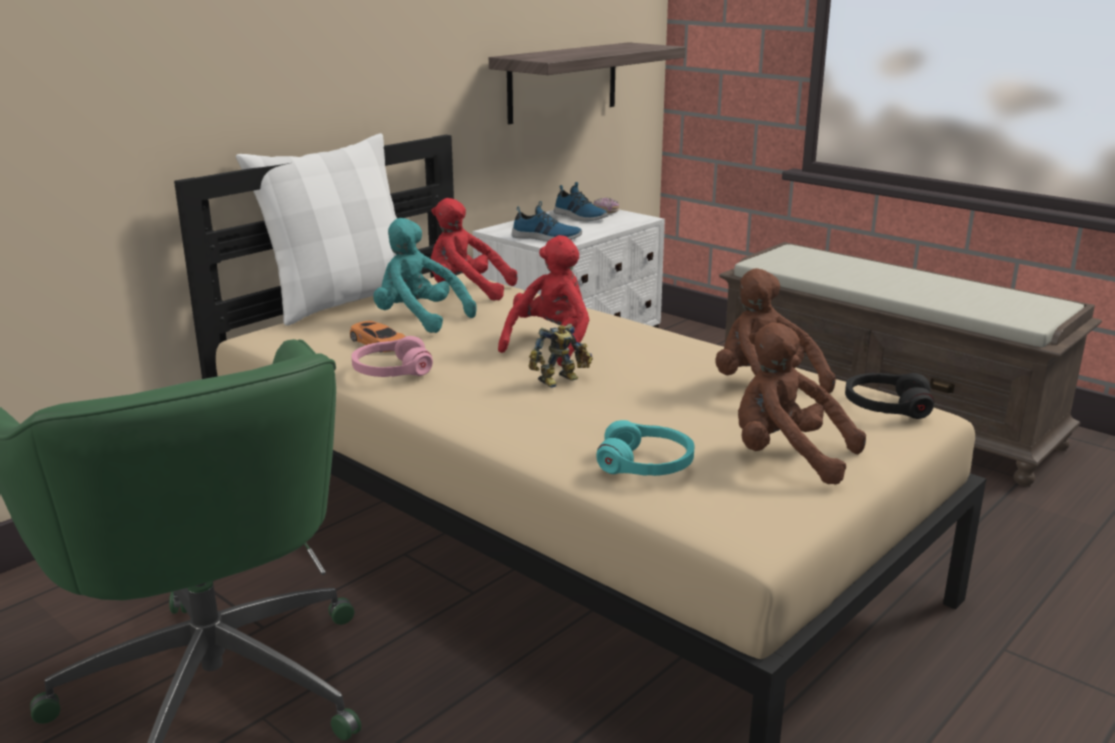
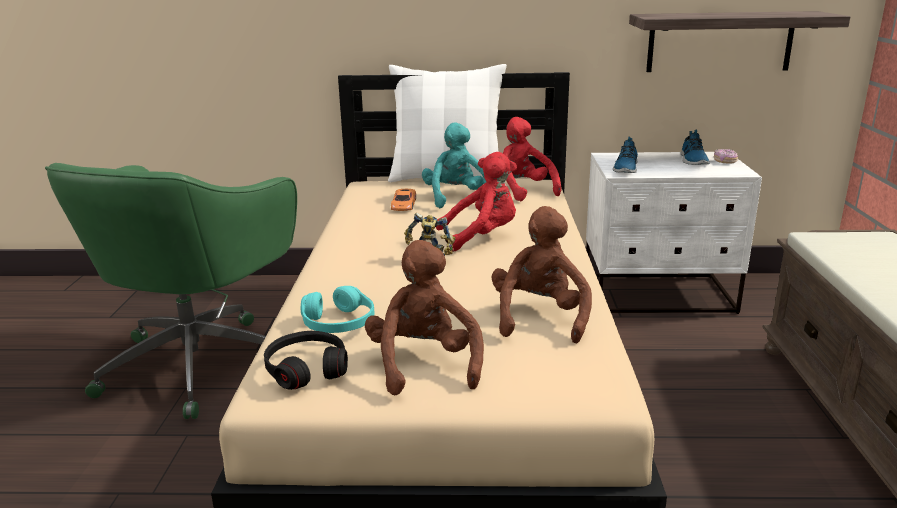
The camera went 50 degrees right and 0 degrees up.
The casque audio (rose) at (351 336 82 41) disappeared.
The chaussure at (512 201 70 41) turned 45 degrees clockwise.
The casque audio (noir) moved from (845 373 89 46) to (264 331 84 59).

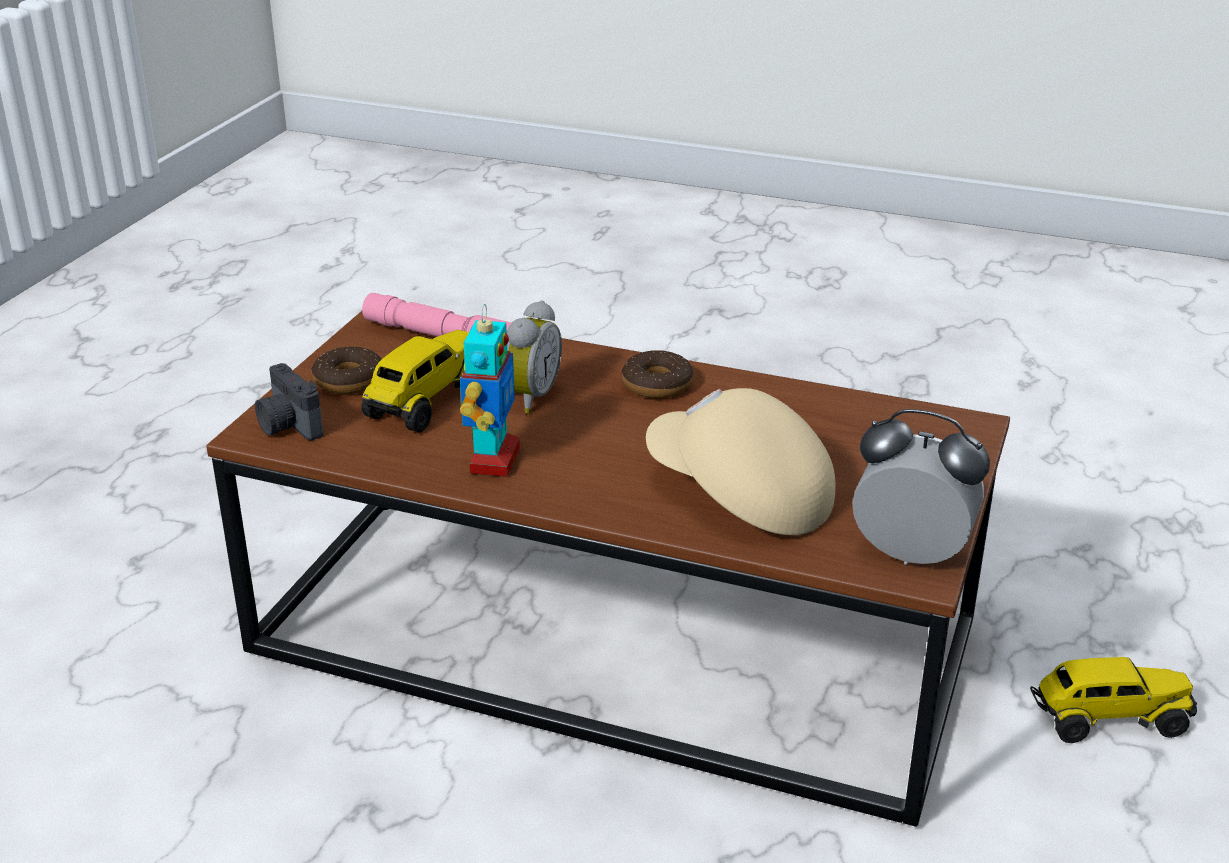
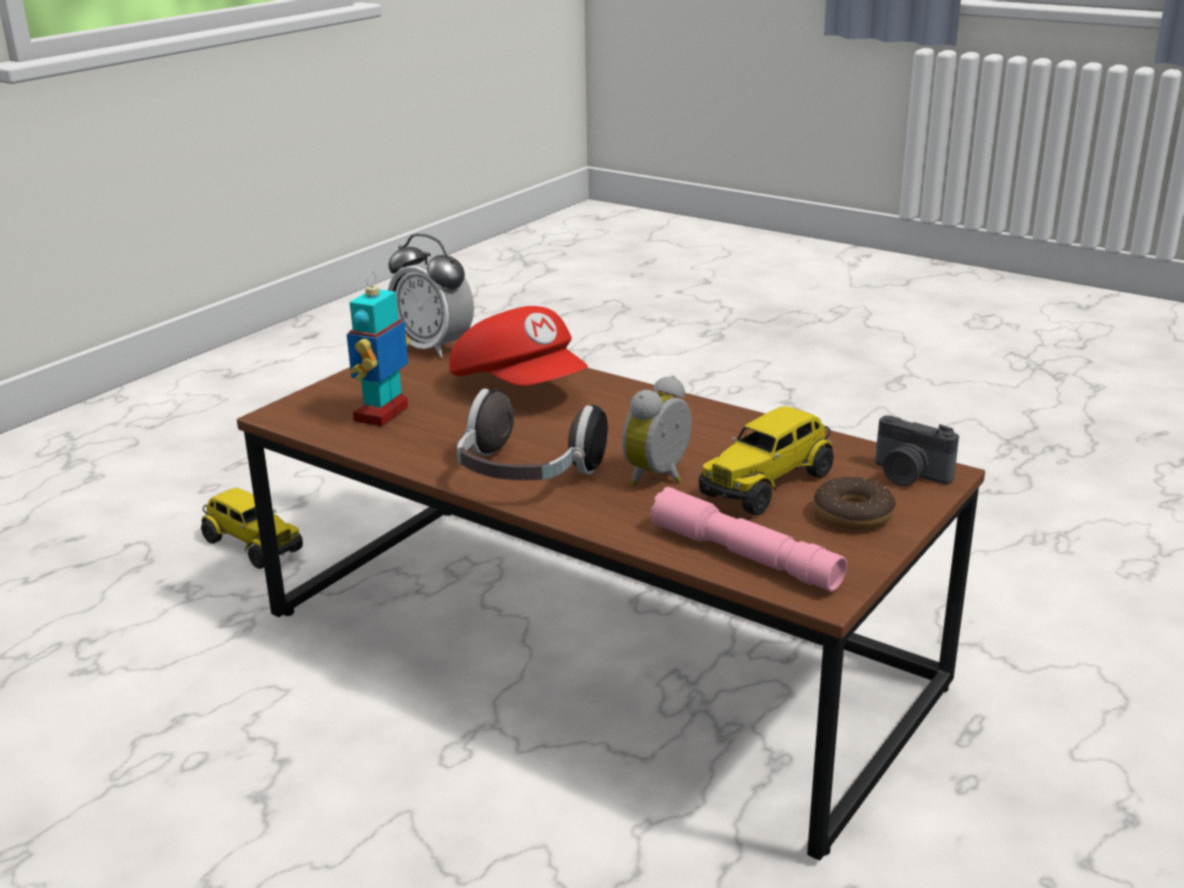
The camera went 165 degrees left and 5 degrees down.
The appareil photo at (255 363 68 77) turned 150 degrees clockwise.
The robot jouet moved from (460 304 60 173) to (347 271 63 156).
The beignet at (622 350 71 48) was replaced by the casque audio at (457 389 151 91).
The casquette (beige) at (646 388 190 147) became the casquette (rouge) at (449 306 139 80).
The camion jouet at (1030 657 167 86) turned 150 degrees counterclockwise.

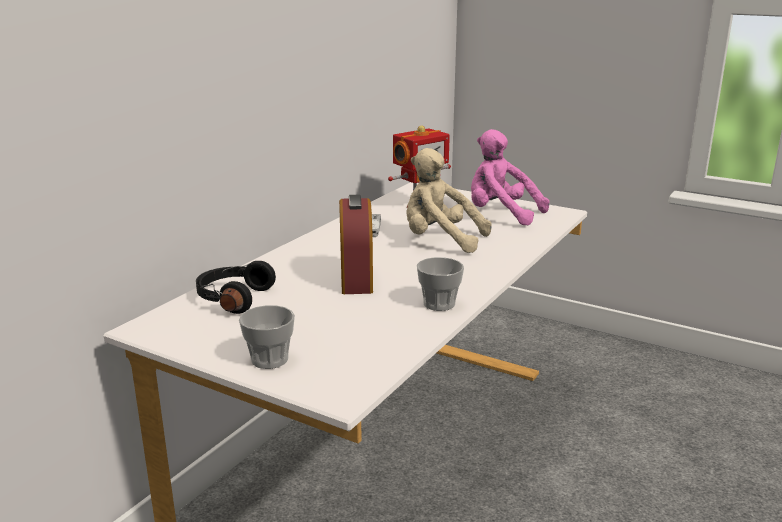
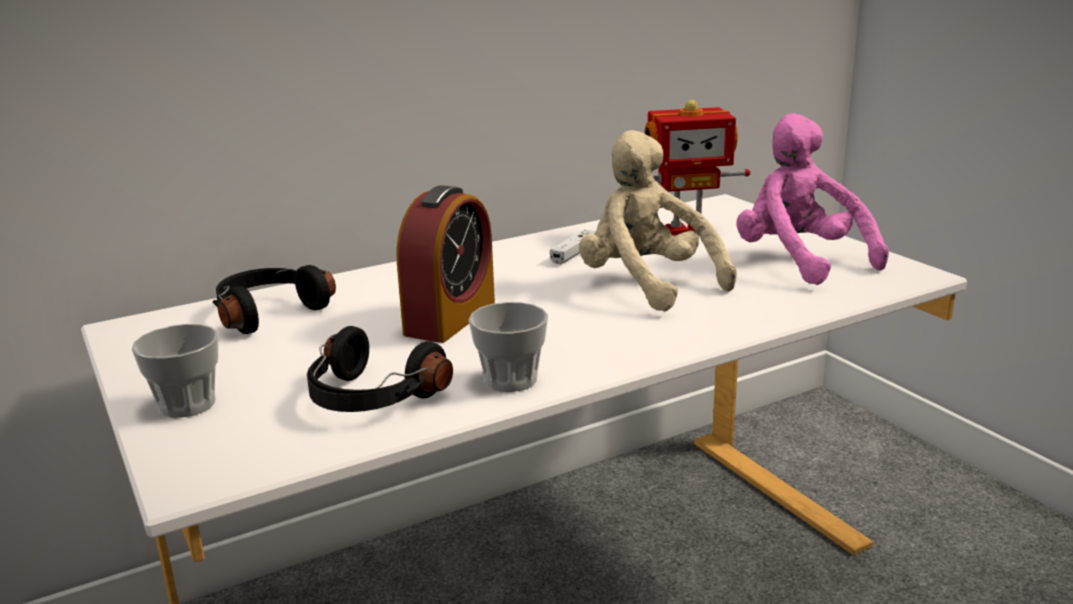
The camera went 30 degrees right and 0 degrees up.
The casque audio (noir) at (307 326 146 86) appeared.

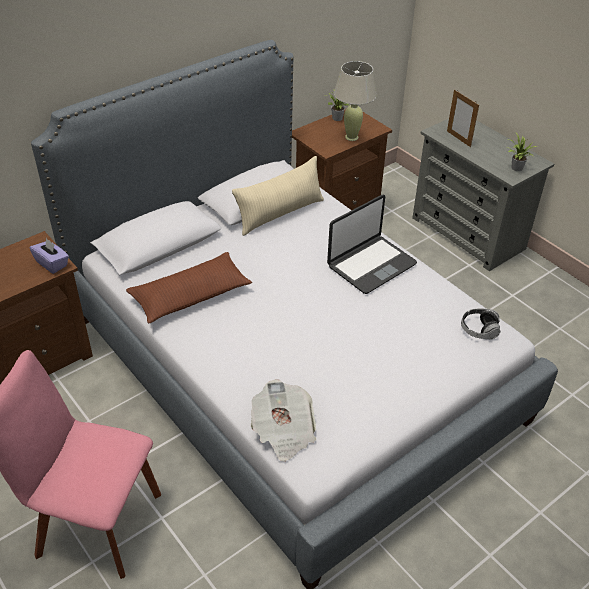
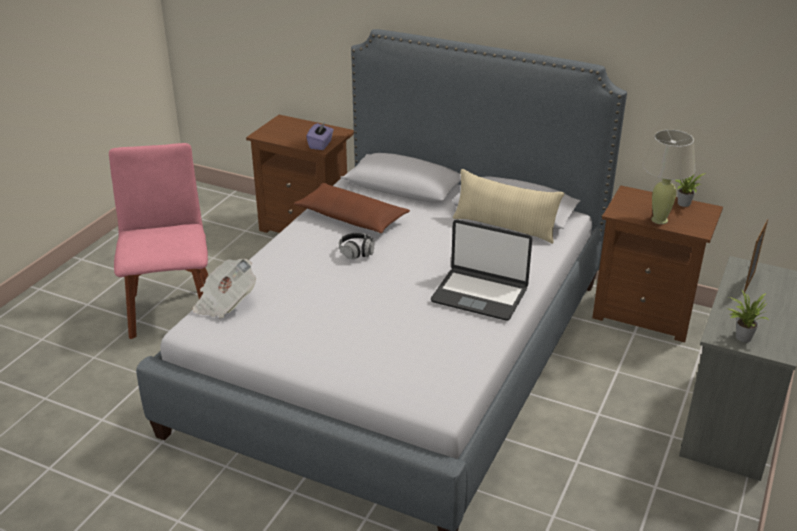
The camera went 65 degrees right and 10 degrees down.
The casque audio moved from (461 308 39 31) to (339 233 35 26).

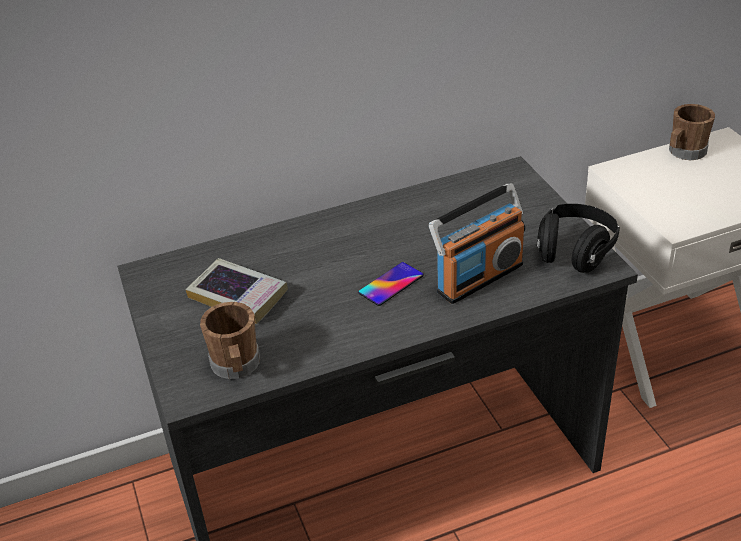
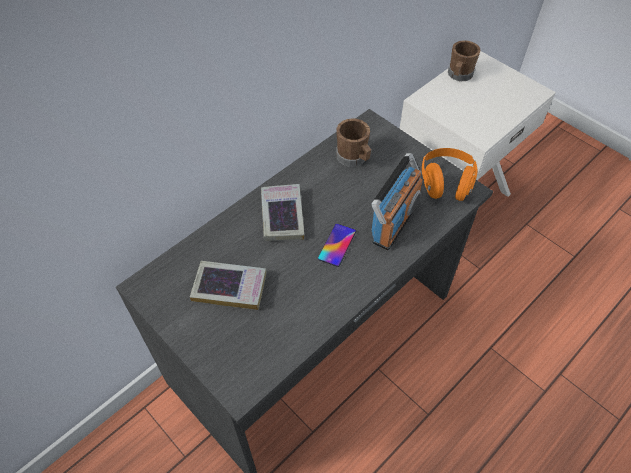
The camera went 25 degrees left and 15 degrees up.
The mug (marron) moved from (200 302 60 77) to (336 118 35 49).
The casque audio (noir) at (537 204 83 69) became the casque audio (orange) at (422 148 55 53).
The livre at (261 184 43 57) appeared.

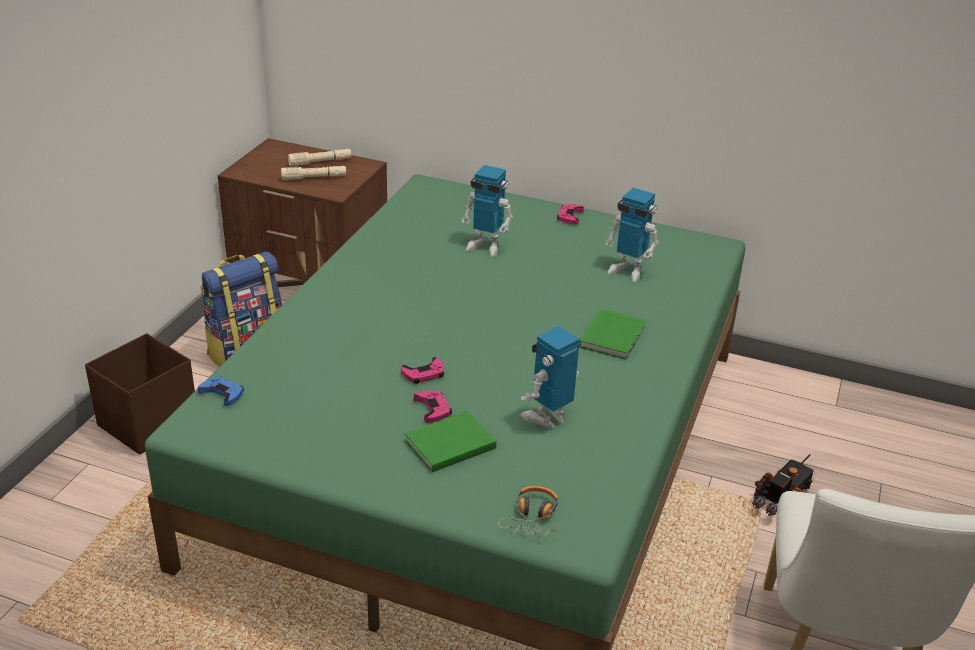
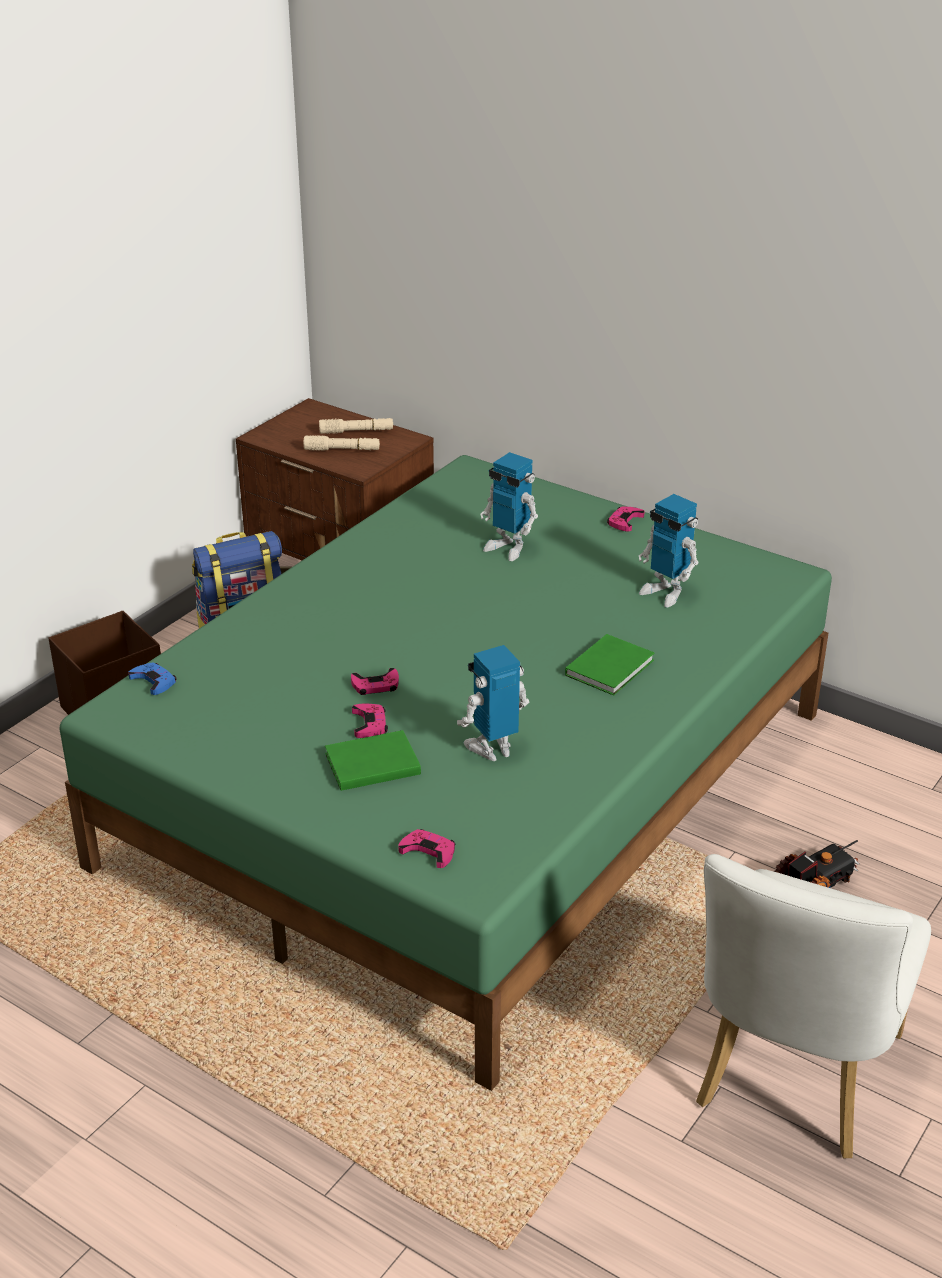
The camera went 15 degrees right and 0 degrees up.
The casque audio at (498 486 60 50) was replaced by the manette (rose) at (398 829 58 39).

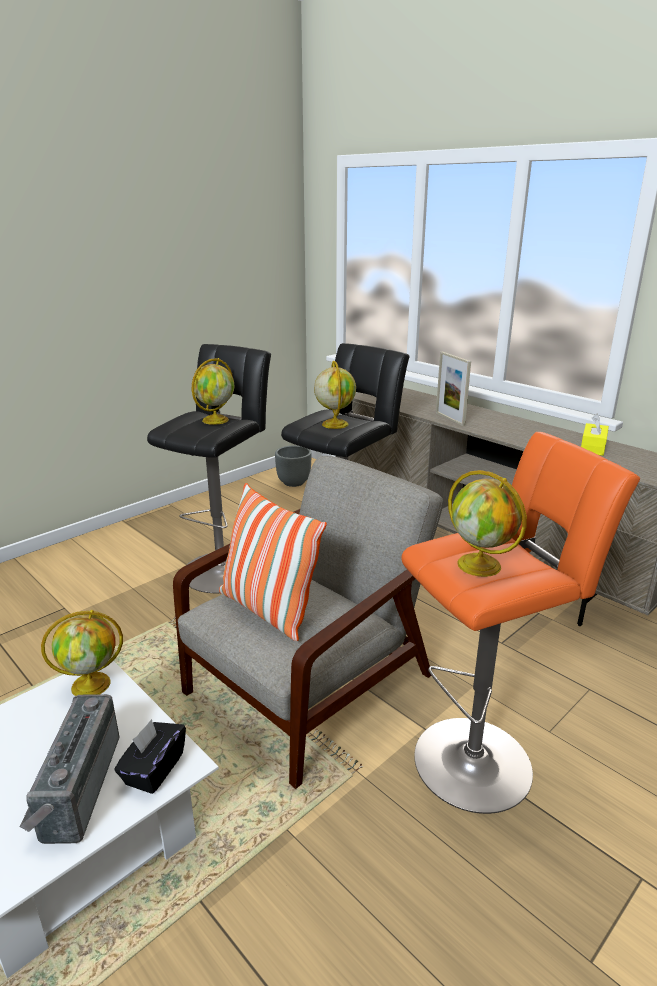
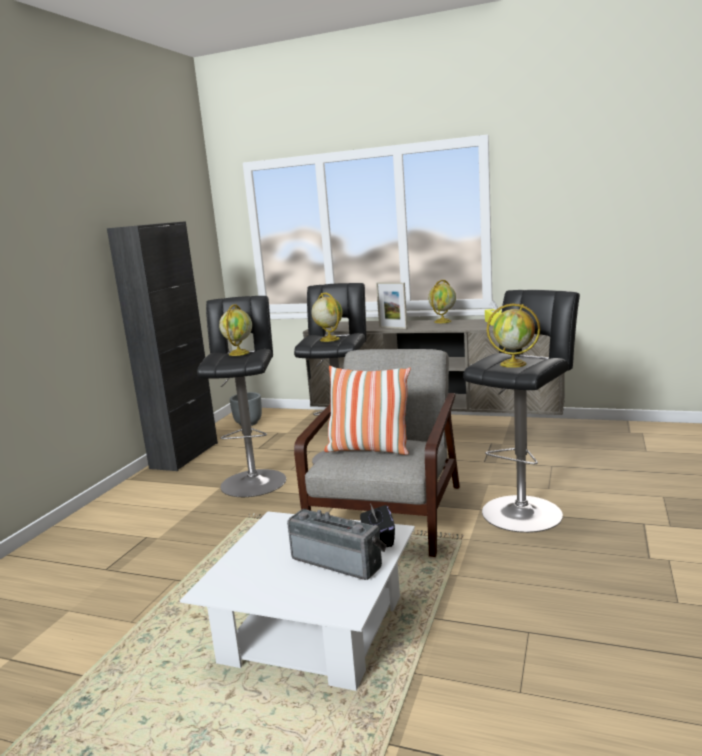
The camera went 25 degrees left and 10 degrees down.
The radio at (20 694 100 150) turned 150 degrees clockwise.
The globe moved from (41 610 82 86) to (428 280 28 43).
The tabouret (orange) at (401 432 239 382) became the tabouret (noir) at (463 290 117 243).
The meuble de rangement (noir) at (107 221 111 250) appeared.

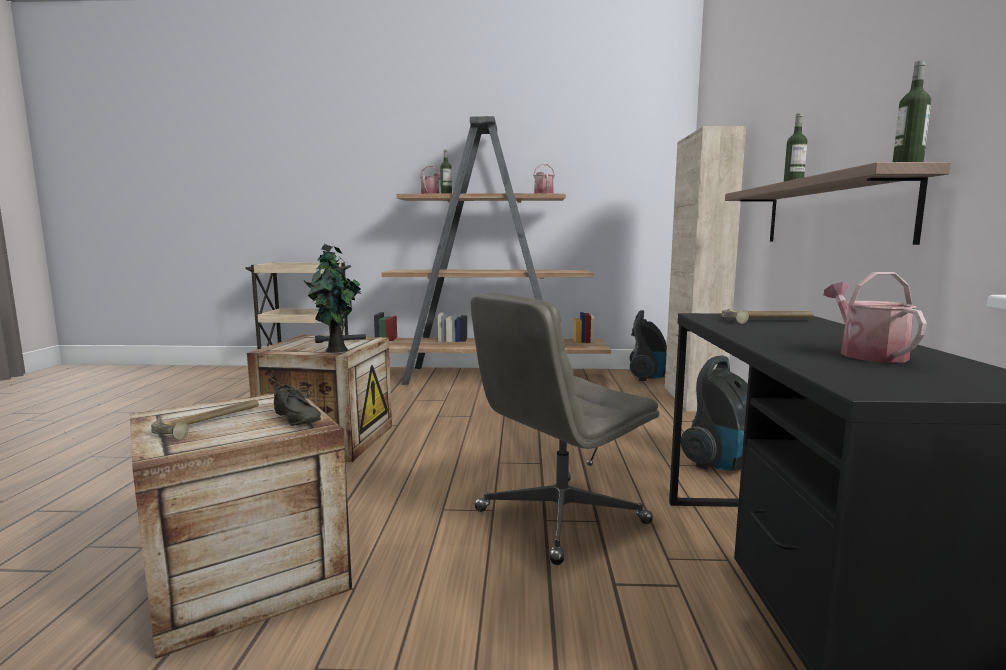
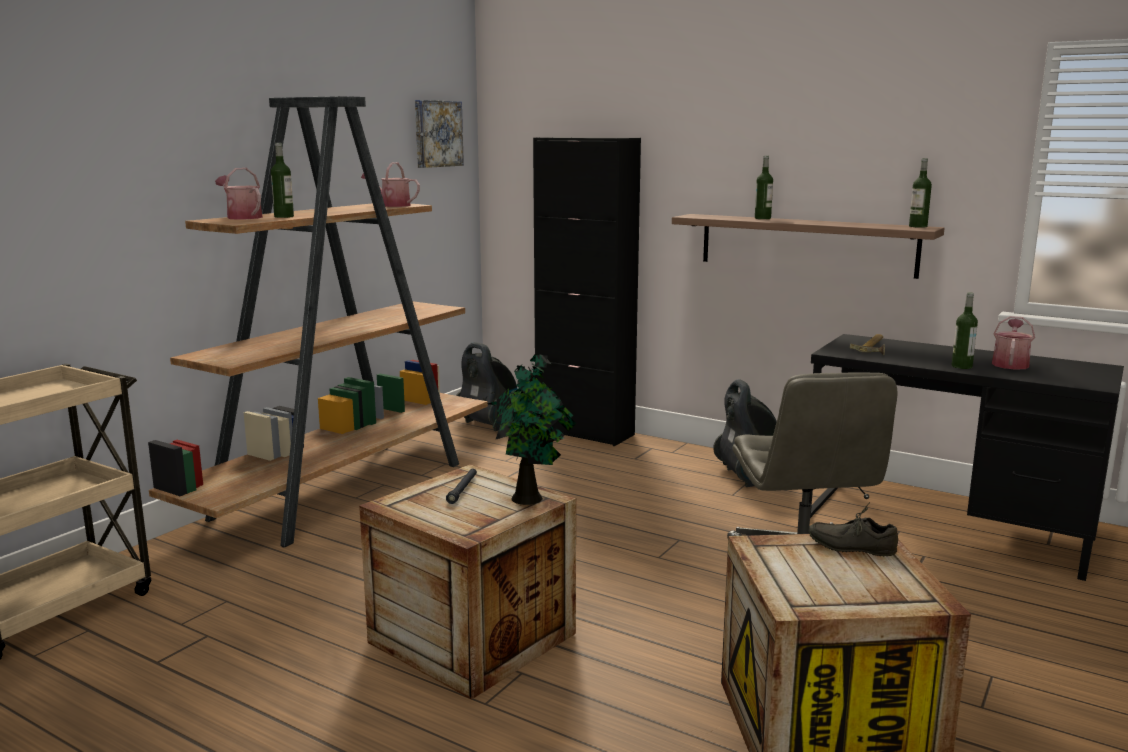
The camera went 60 degrees left and 5 degrees up.
The marteau at (151 400 108 40) disappeared.
The chaussure (gris) at (266 378 55 48) turned 150 degrees counterclockwise.
The meuble de rangement (beige) at (665 126 81 286) became the meuble de rangement (noir) at (533 137 108 309).
The arrosoir at (824 272 103 91) turned 90 degrees clockwise.
The tableau at (415 100 49 68) appeared.
The bouteille at (952 293 26 76) appeared.

